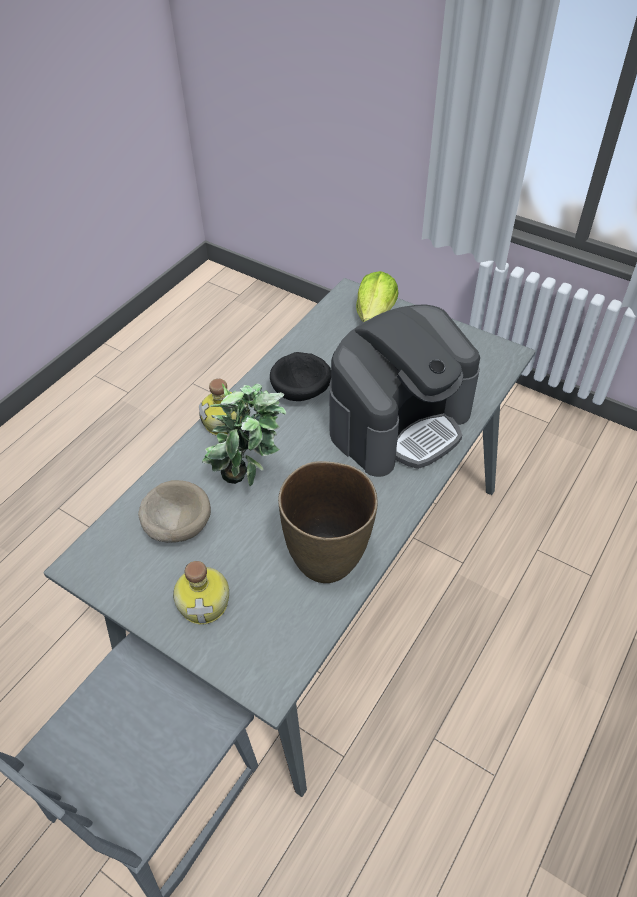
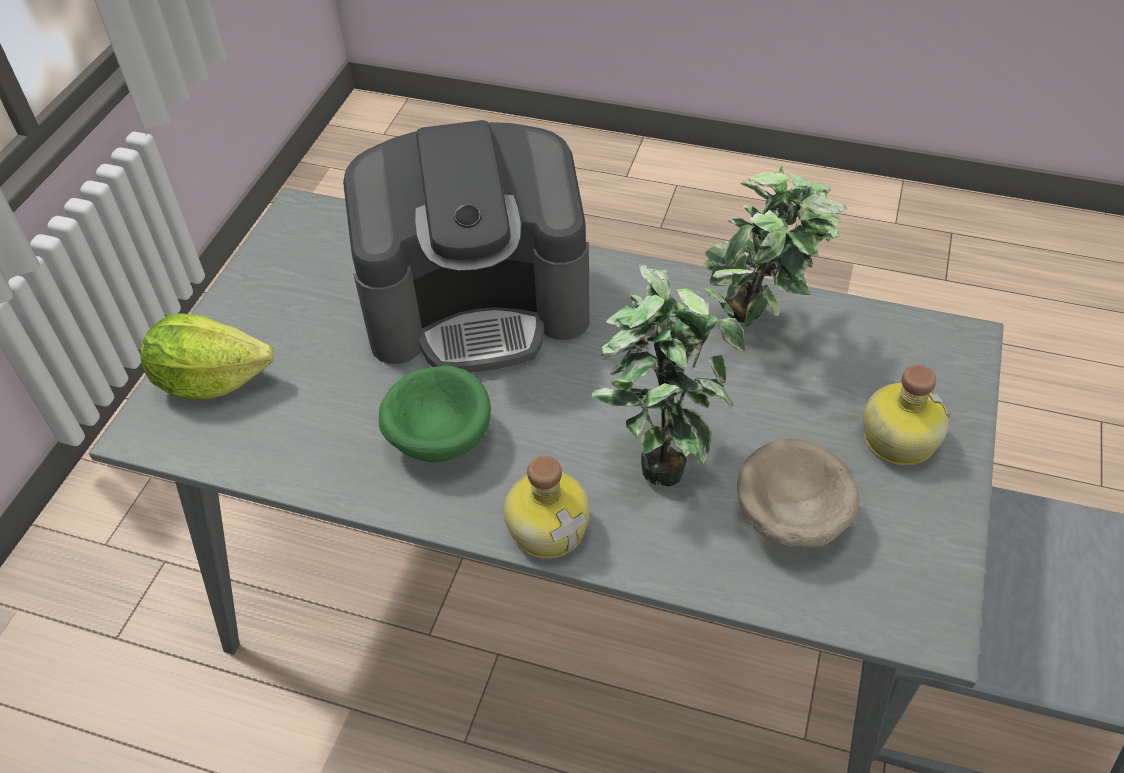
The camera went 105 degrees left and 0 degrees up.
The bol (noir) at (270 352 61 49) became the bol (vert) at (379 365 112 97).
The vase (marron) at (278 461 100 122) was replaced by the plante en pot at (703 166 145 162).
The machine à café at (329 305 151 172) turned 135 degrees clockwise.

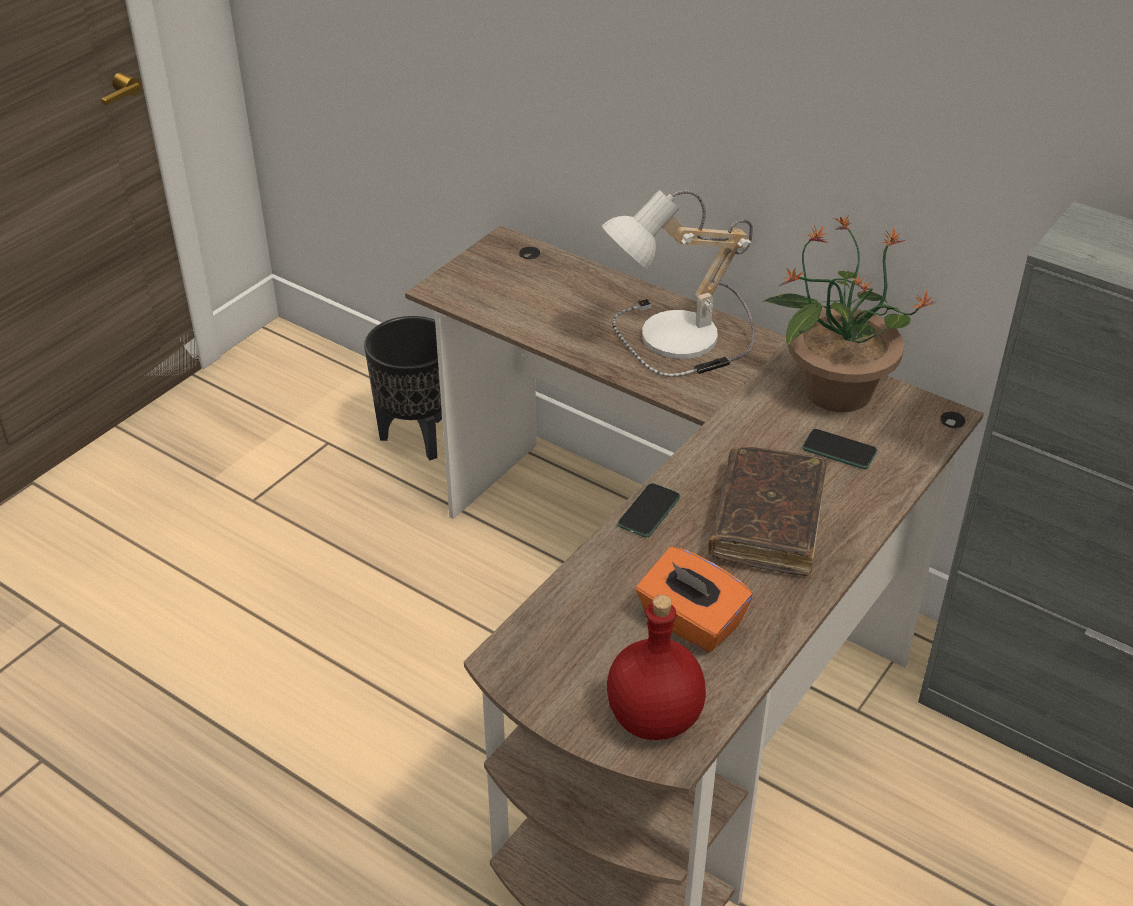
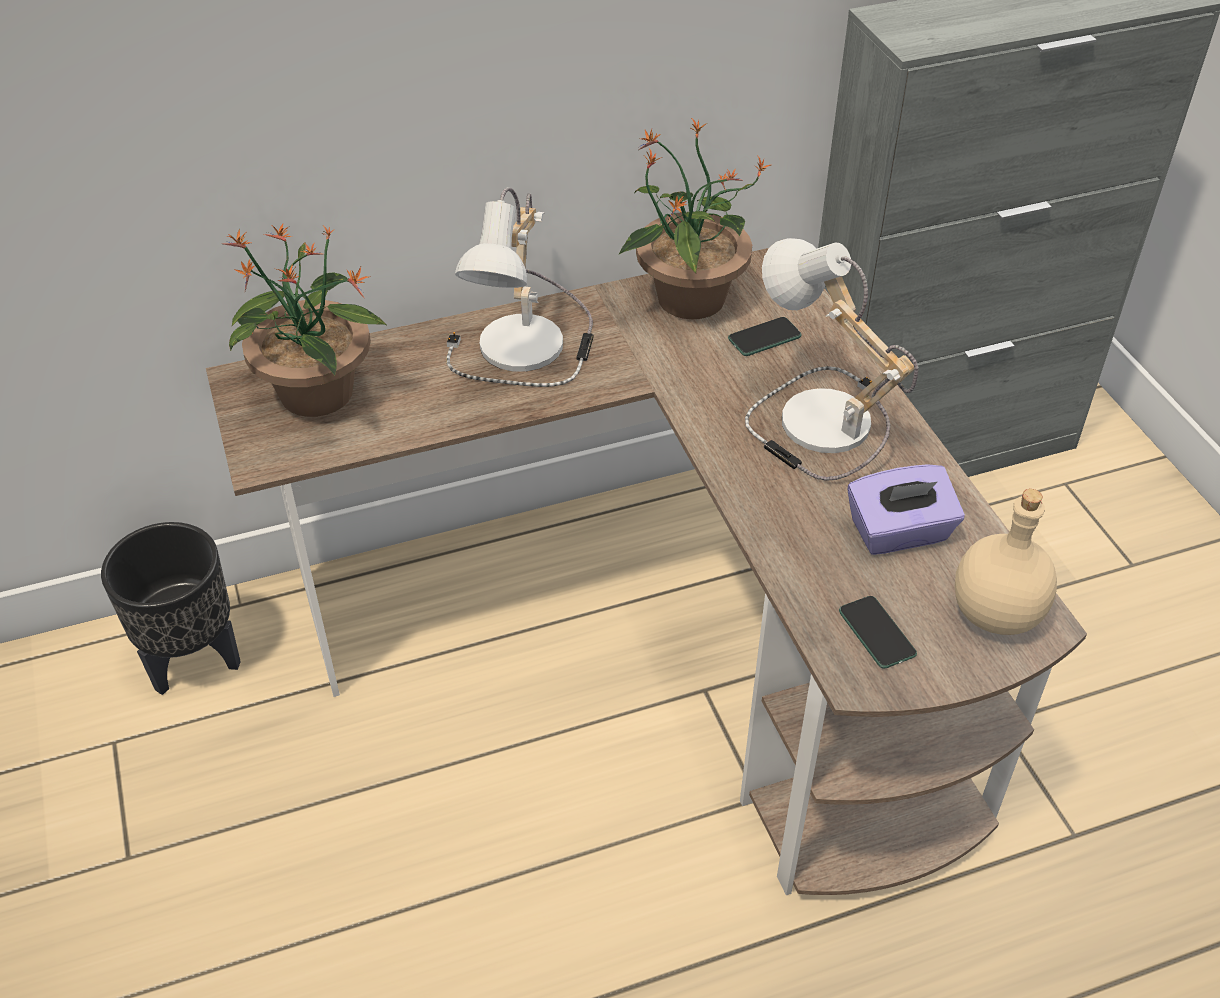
The camera went 55 degrees left and 5 degrees up.
The bouteille (rouge) at (607 595 99 145) became the bouteille (beige) at (954 489 103 146).
The téléphone moved from (617 483 63 55) to (839 596 78 73).
The boîte à mouchoirs (orange) at (636 547 117 106) became the boîte à mouchoirs (violet) at (847 464 118 91).
The livre (marron) at (708 447 119 129) was replaced by the lampe de table at (745 238 174 243).
The plante en pot at (224 224 162 193) appeared.

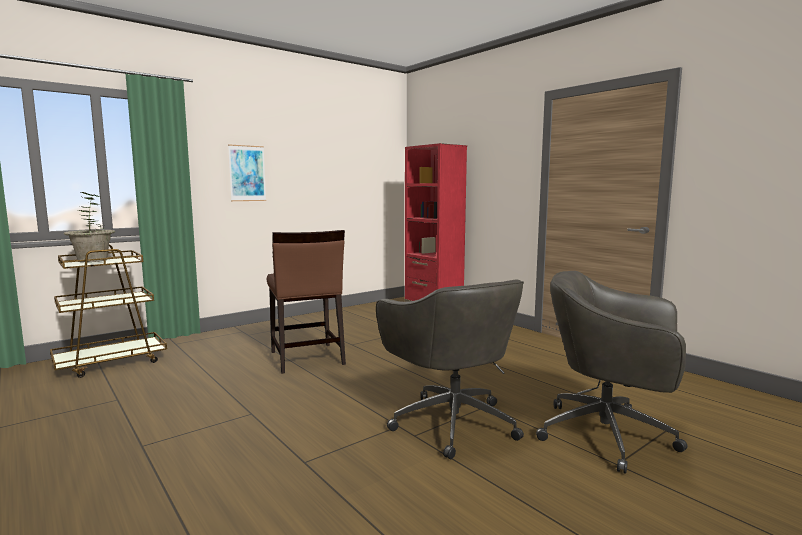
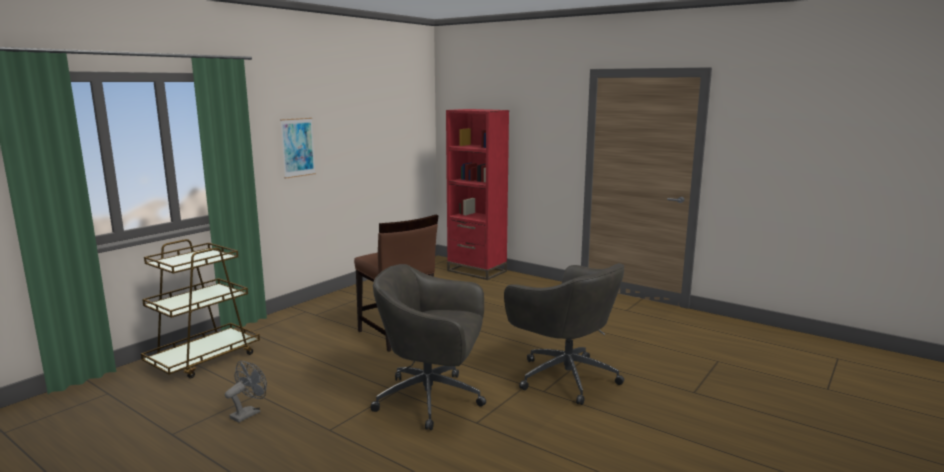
The camera went 15 degrees left and 5 degrees up.
The plante en pot at (64 192 51 70) disappeared.
The chaise de bureau (gris) moved from (536 271 152 203) to (371 264 115 166).
The ventilateur (gris) at (225 361 42 62) appeared.

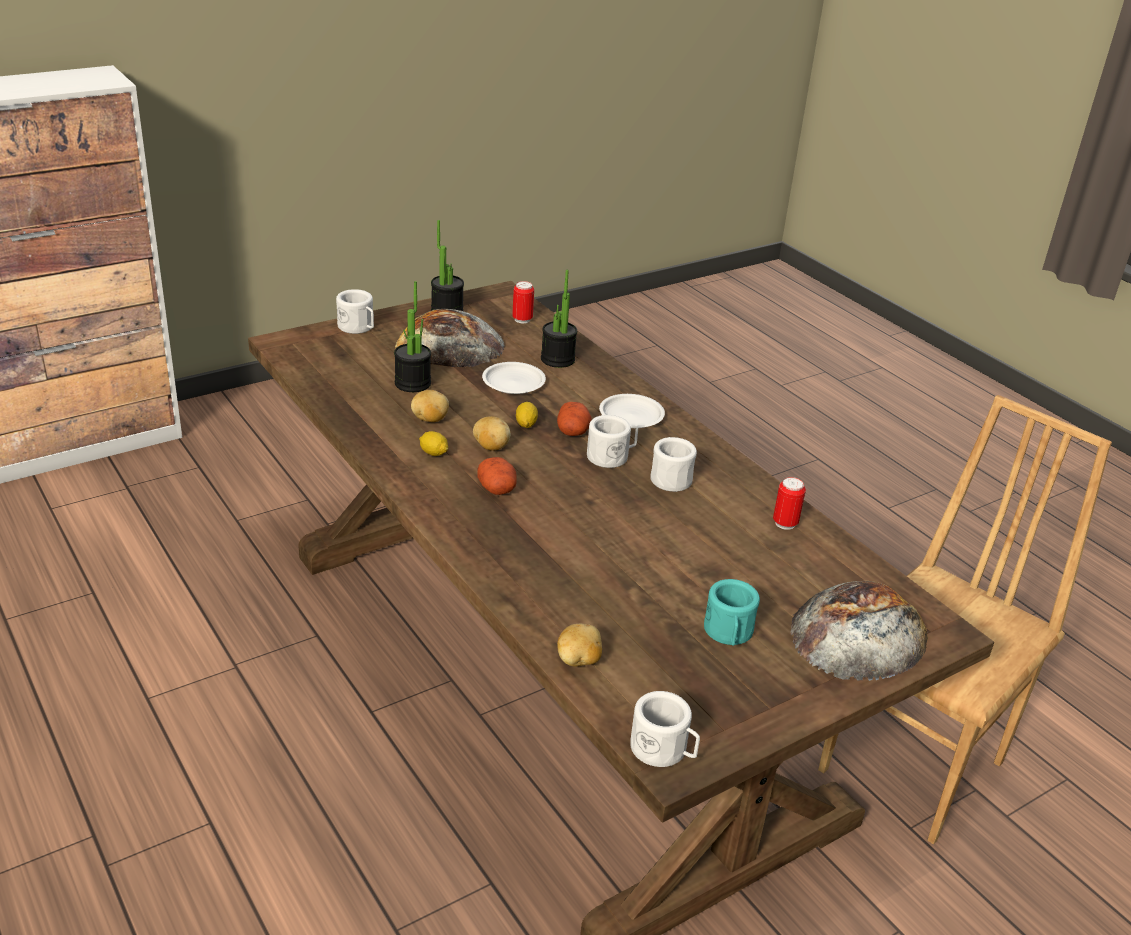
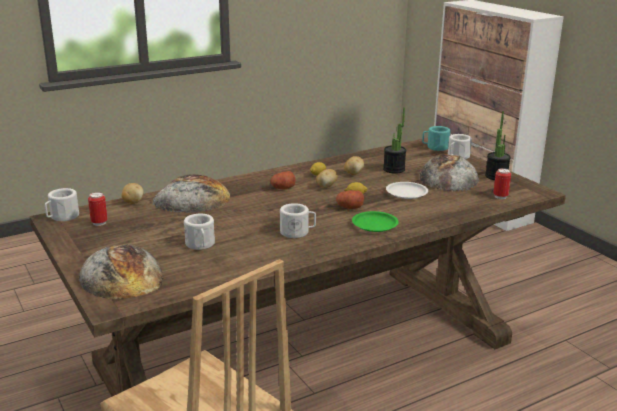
The camera went 95 degrees right and 10 degrees down.
The plante en pot at (541 270 36 98) disappeared.
The mug (blanc) moved from (587 415 51 53) to (184 214 31 36).
The assiette (blanc) at (599 394 66 34) became the assiette (vert) at (352 211 47 21).
The mug (turquoise) moved from (704 579 56 67) to (422 126 28 25).
The boîte métallique moved from (773 477 33 53) to (88 192 20 34).
The pain at (152 174 78 39) appeared.

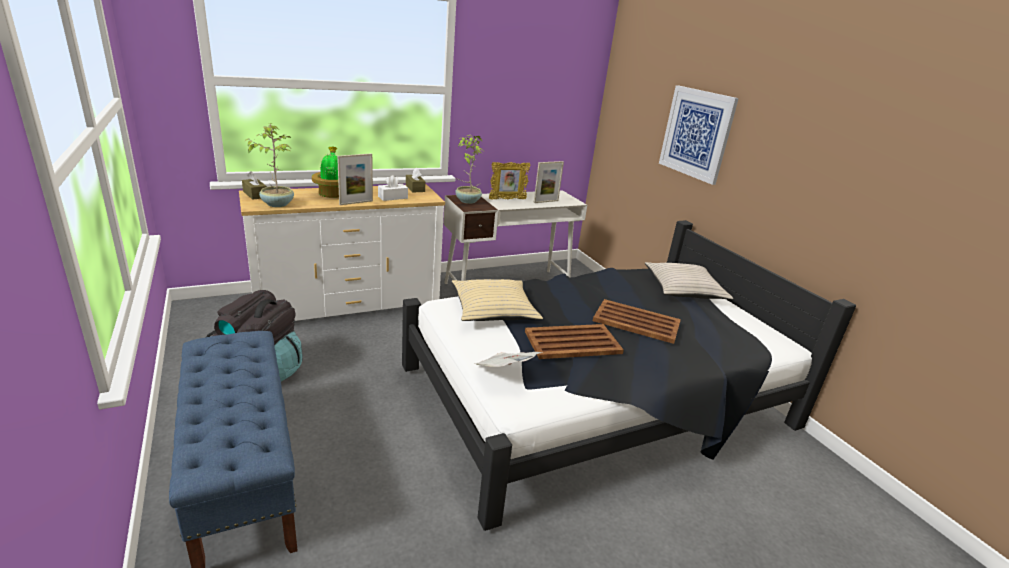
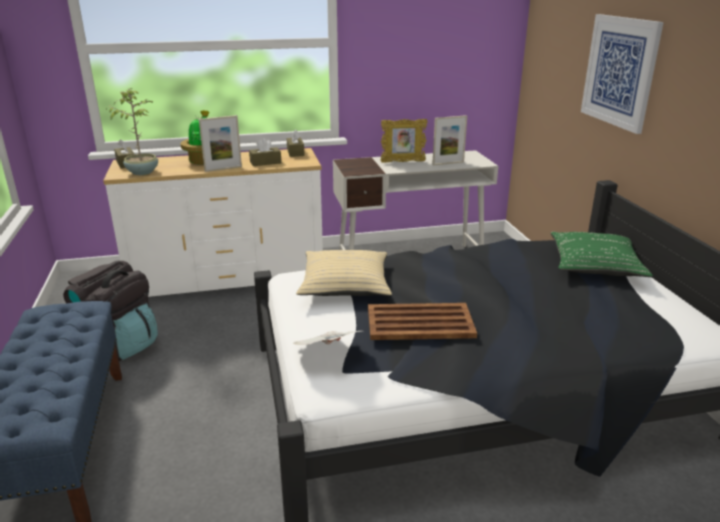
The camera went 15 degrees right and 0 degrees up.
The boîte à mouchoirs (blanc) at (378 175 30 26) became the boîte à mouchoirs (marron) at (249 138 32 28).
The plante en pot at (455 135 28 69) disappeared.
The plateau (marron) at (593 299 88 45) disappeared.
The coussin (beige) at (645 262 88 38) became the coussin (vert) at (551 232 102 45).

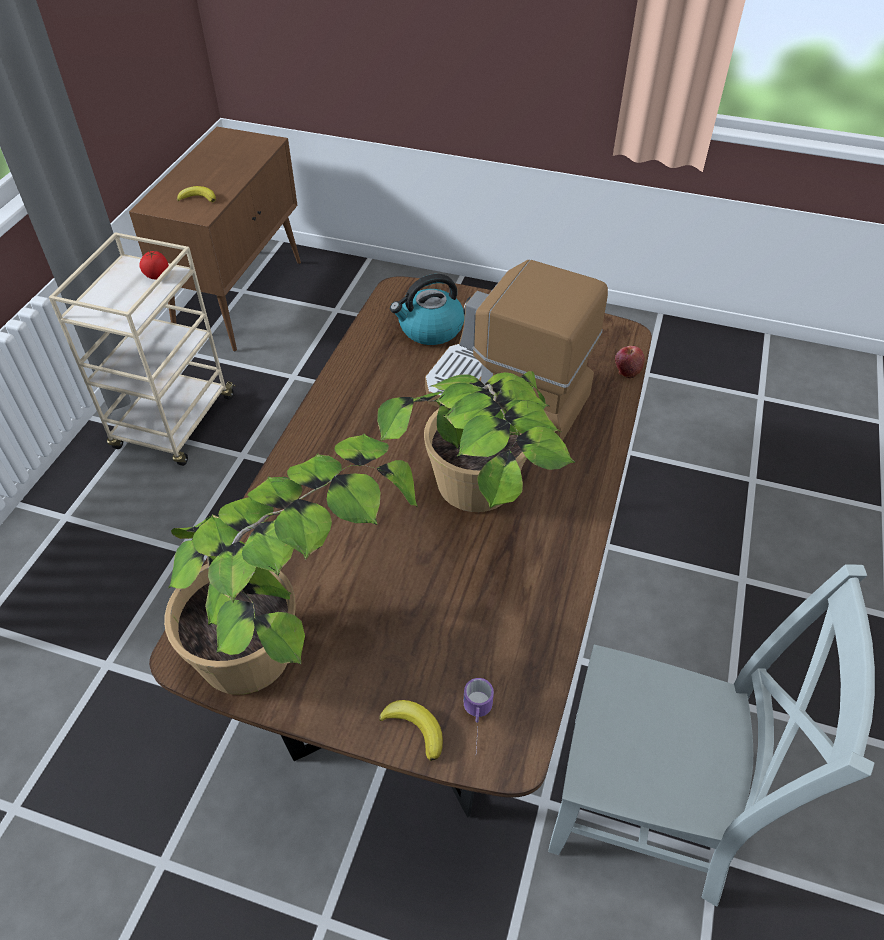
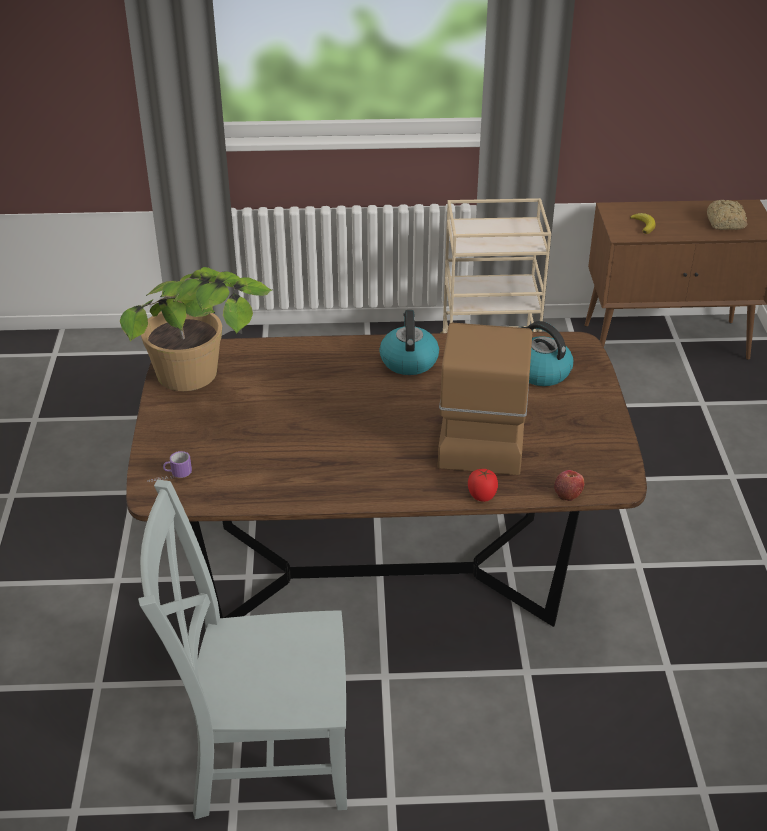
The camera went 70 degrees right and 10 degrees down.
The tomate moved from (139 250 30 30) to (468 469 30 33).
The plante en pot at (377 371 198 141) disappeared.
The banane at (379 700 64 61) disappeared.
The chaise (gris) at (548 564 327 343) turned 90 degrees clockwise.
The bouilloire at (379 310 60 65) appeared.
The pain at (707 200 40 30) appeared.

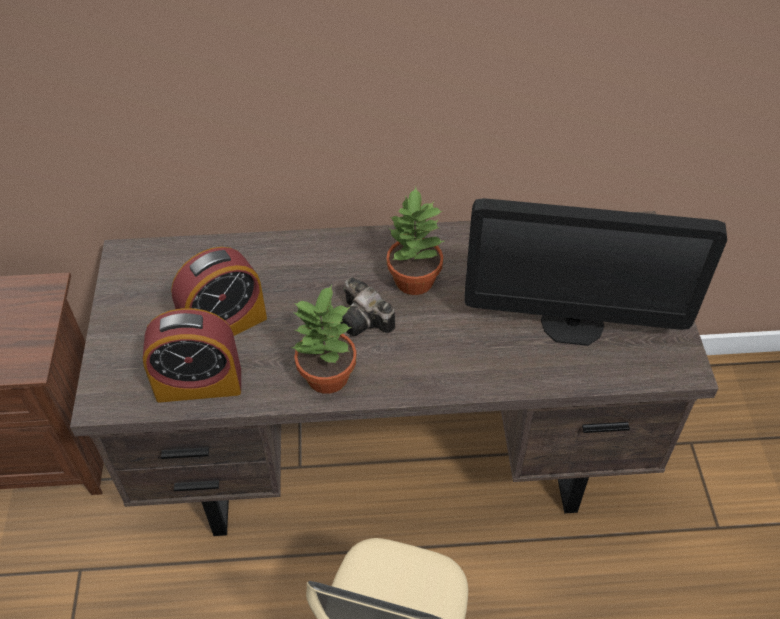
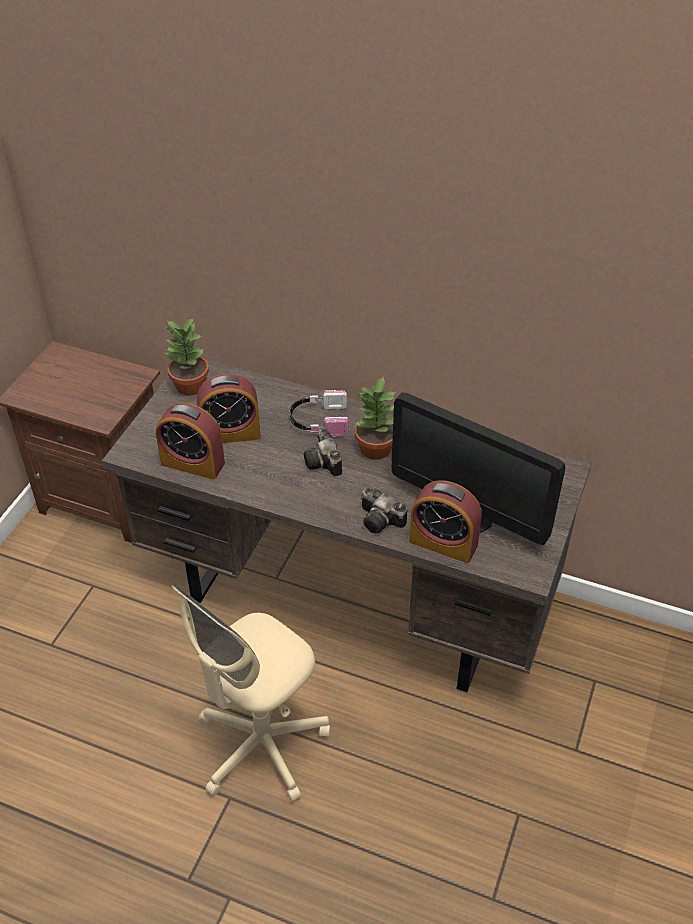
The camera went 25 degrees right and 5 degrees down.
The plante en pot moved from (290 285 67 109) to (165 318 44 78).
The casque audio at (290 390 59 47) appeared.
The appareil photo at (361 488 46 45) appeared.
The réveil at (409 480 73 83) appeared.

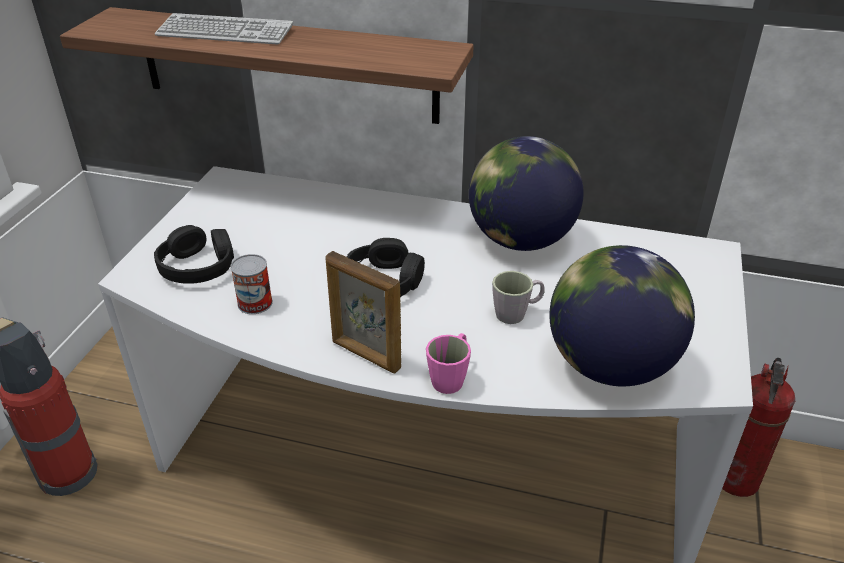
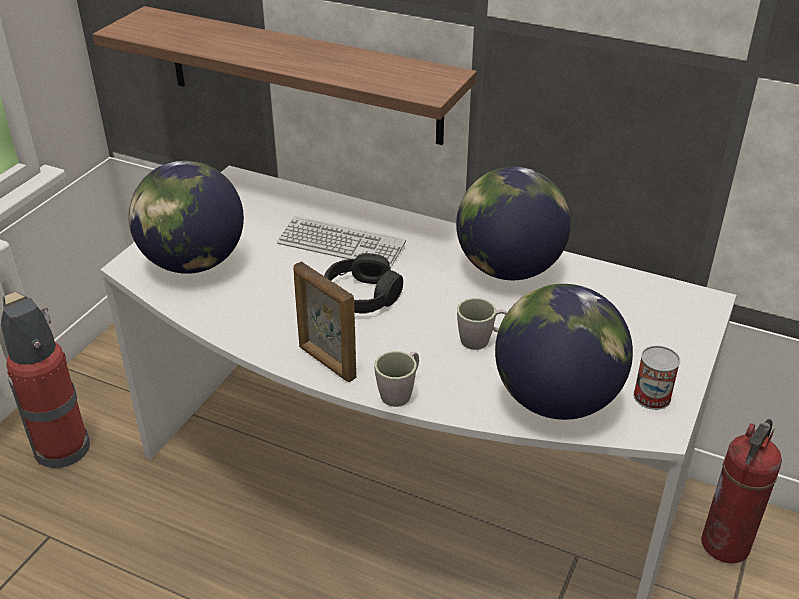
The camera went 10 degrees right and 0 degrees up.
The casque audio (noir) at (154 225 80 59) was replaced by the globe at (128 161 116 113).
The clavier moved from (155 13 138 32) to (277 216 129 52).
The boîte métallique moved from (230 254 43 60) to (633 346 47 64).
The mug (rose) at (426 333 45 61) became the mug (gris) at (374 351 45 56).

